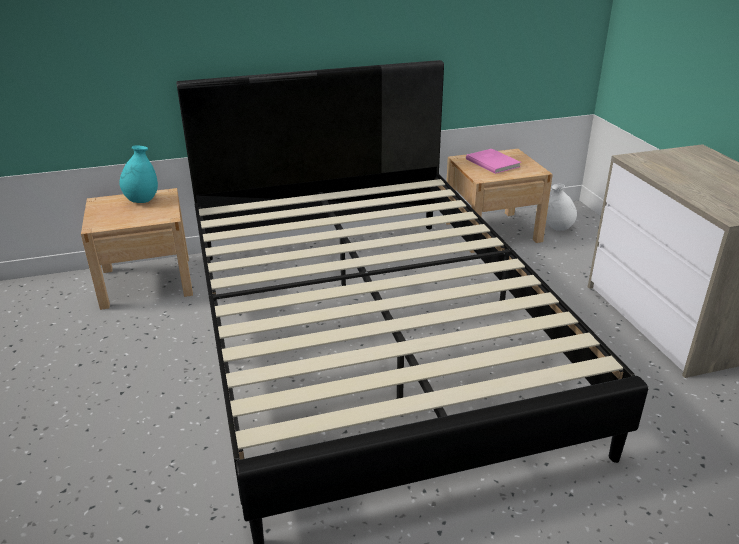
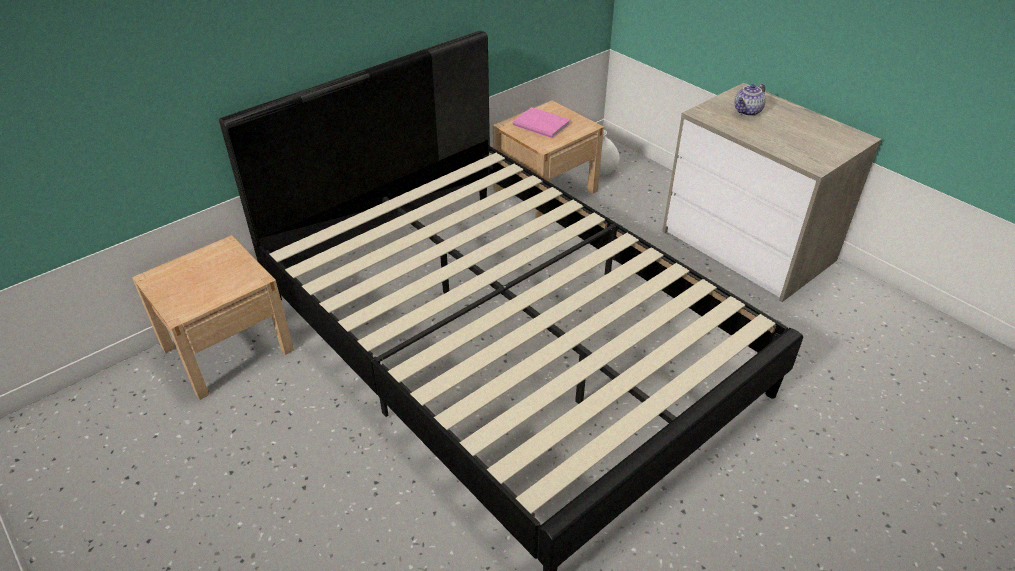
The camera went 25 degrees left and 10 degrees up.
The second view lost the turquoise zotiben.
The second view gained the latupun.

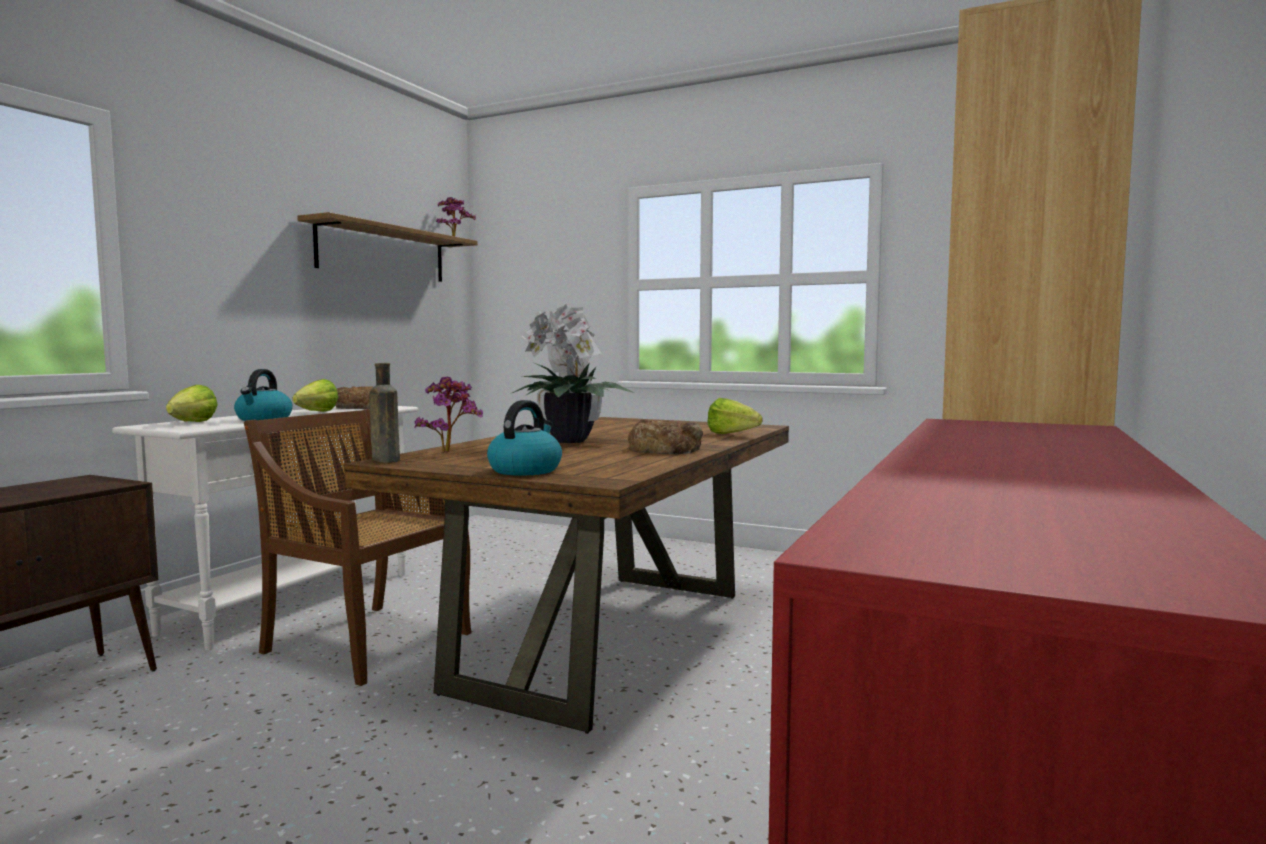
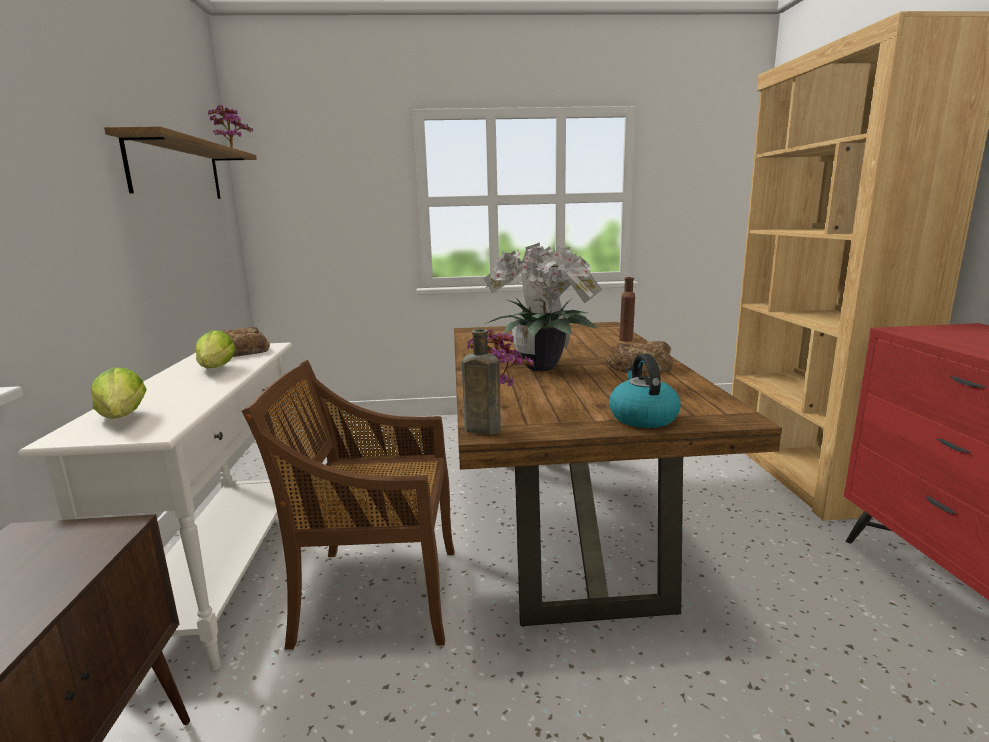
The camera went 30 degrees left and 10 degrees up.
The second view lost the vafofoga (no. 1 from left).
Where the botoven (no. 3 from left) stood, the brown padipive (no. 2 from left) came to stand.

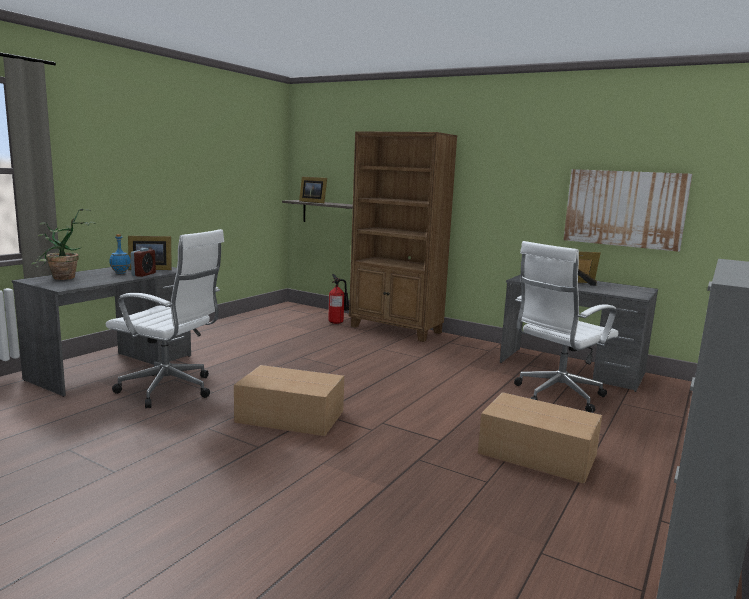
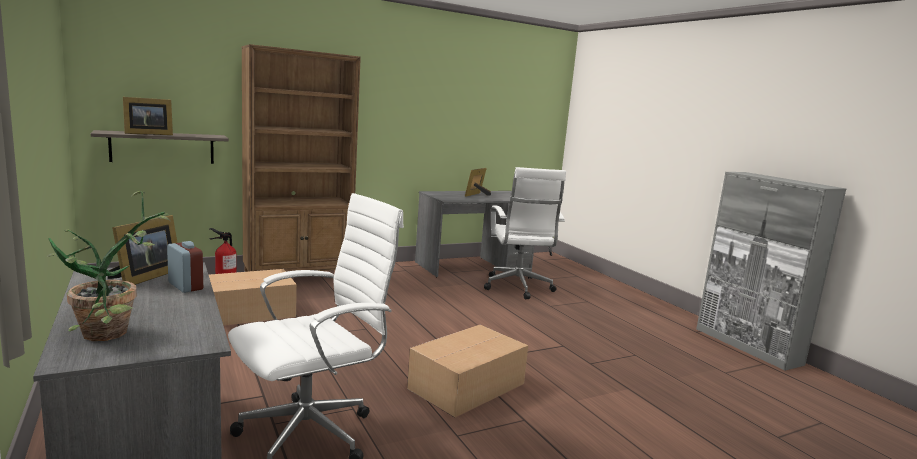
The camera went 60 degrees left and 0 degrees up.
The second view lost the blue padipive.
The second view lost the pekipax.
The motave (no. 2 from left in the first image) ended up elsewhere.

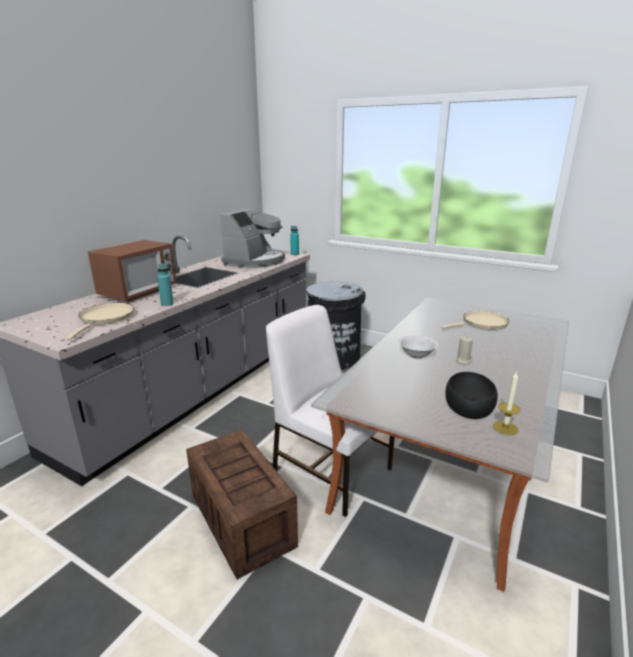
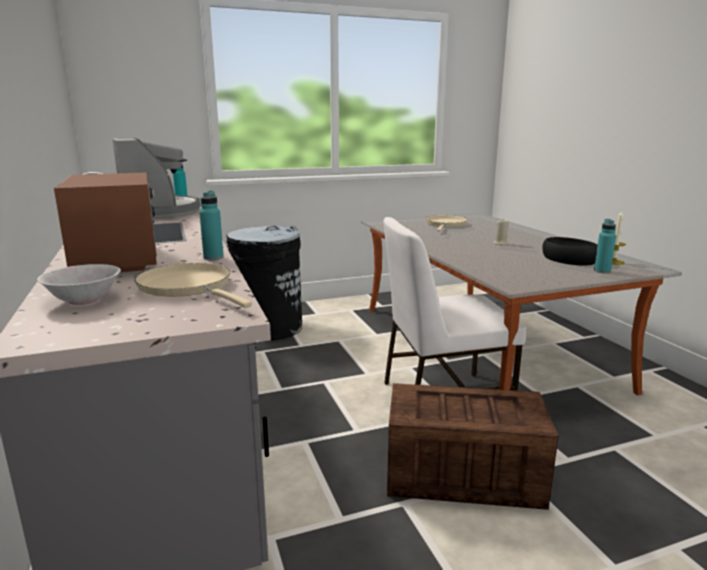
The camera went 50 degrees left and 5 degrees down.
The second view gained the turquoise padipive (no. 3 from left).
The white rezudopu ended up elsewhere.

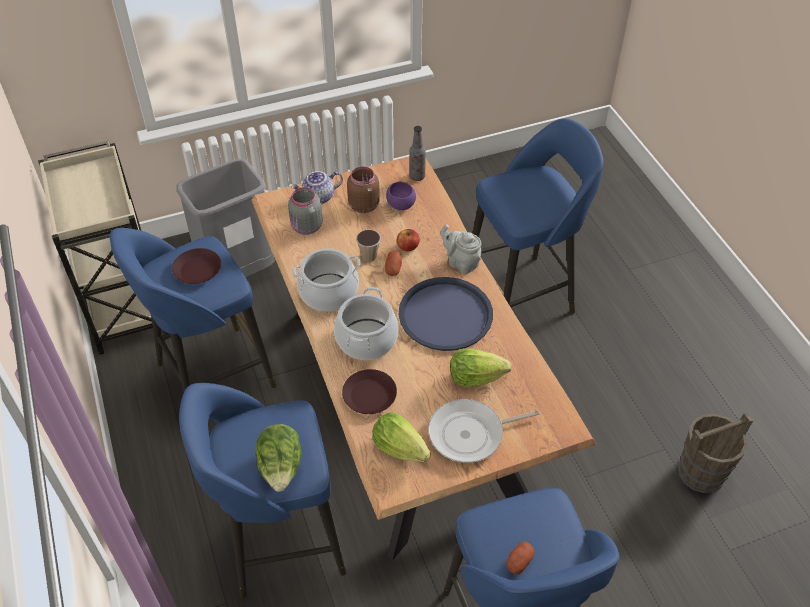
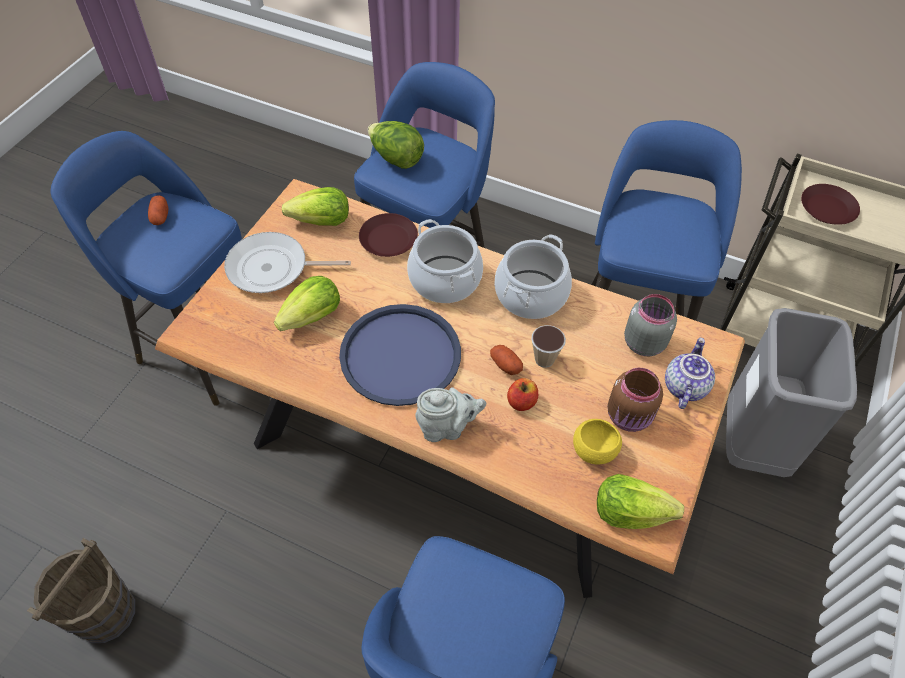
The camera went 135 degrees right and 5 degrees up.
The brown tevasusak (no. 1 from left in the first image) ended up elsewhere.
Where the padipive stood, the botoven (no. 4 from left) came to stand.
What was the purple rezudopu turned into the yellow rezudopu.
The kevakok ended up facing another way, 120 degrees counterclockwise from before.

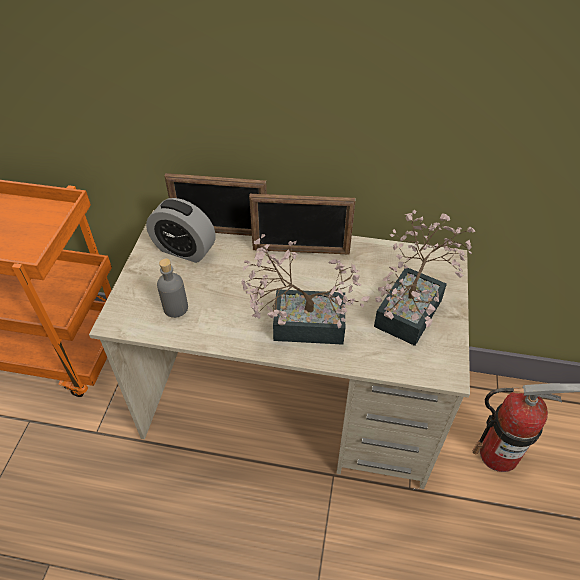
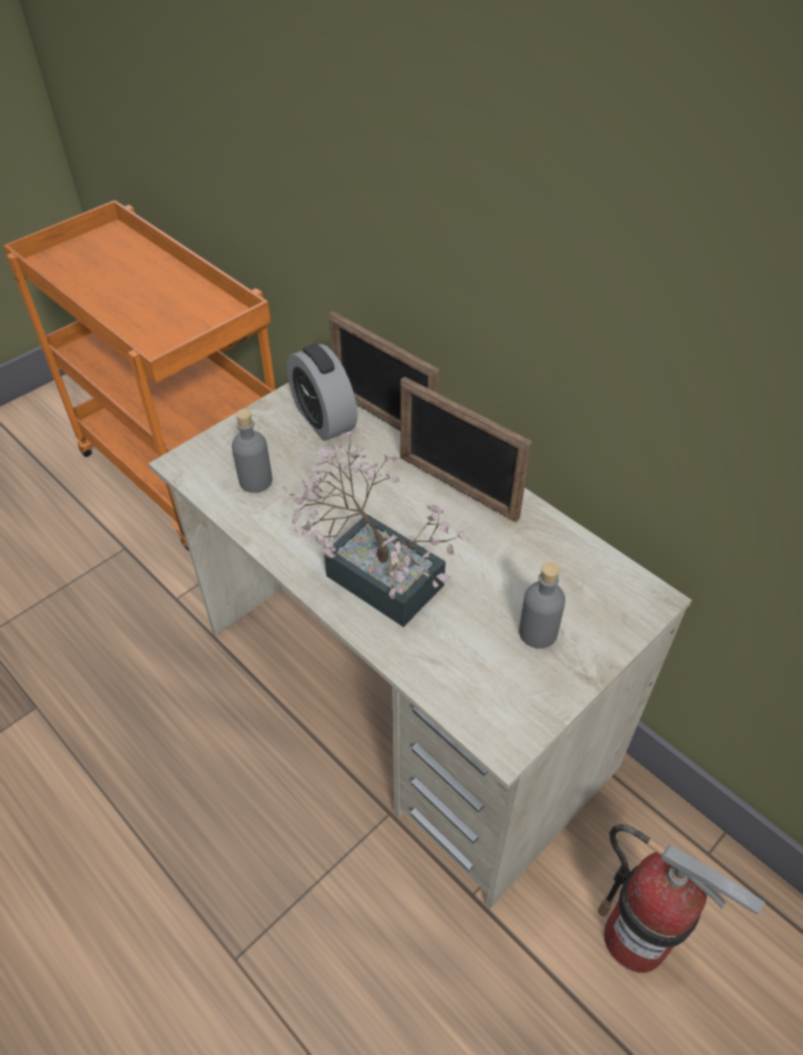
The camera went 35 degrees right and 0 degrees up.
Where the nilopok (no. 2 from left) stood, the grey padipive (no. 2 from left) came to stand.

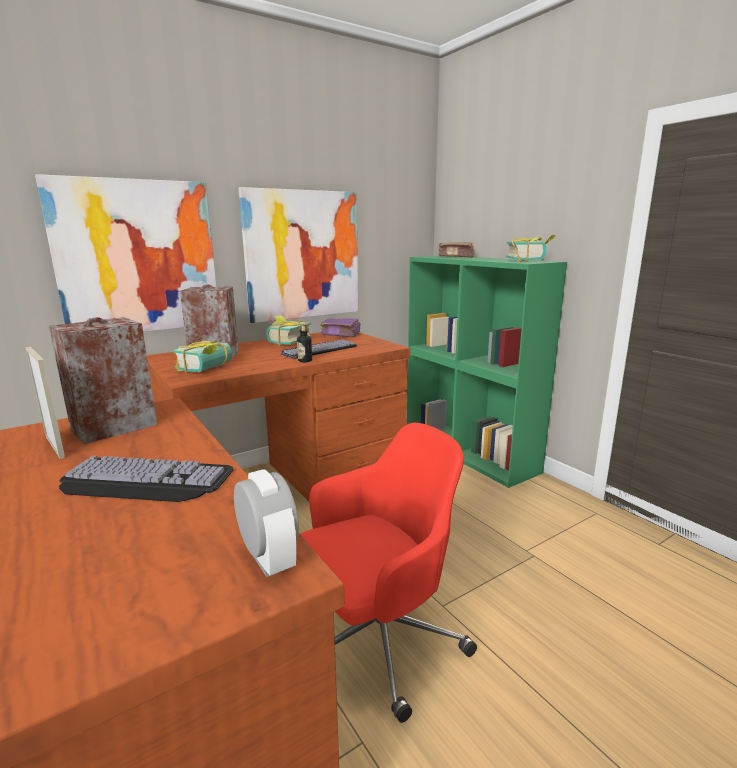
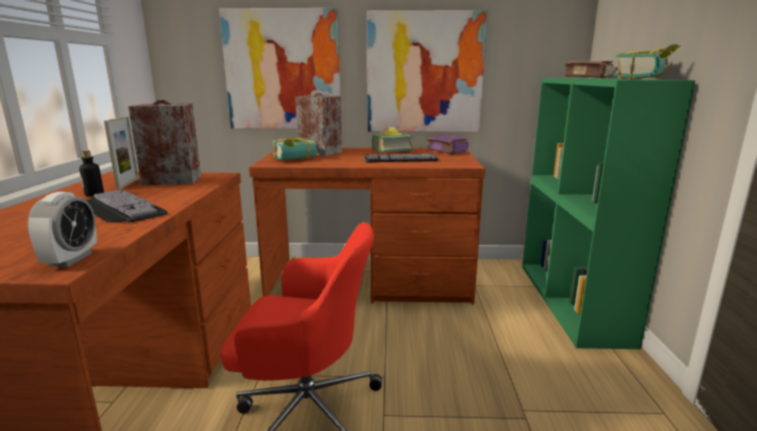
The camera went 35 degrees right and 0 degrees up.
The padipive ended up elsewhere.

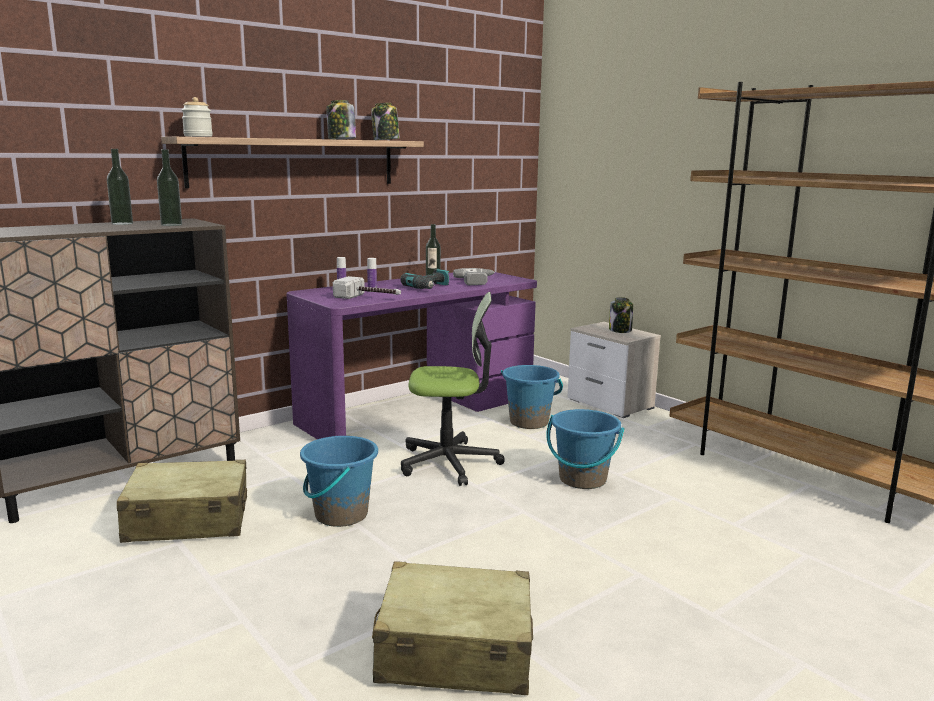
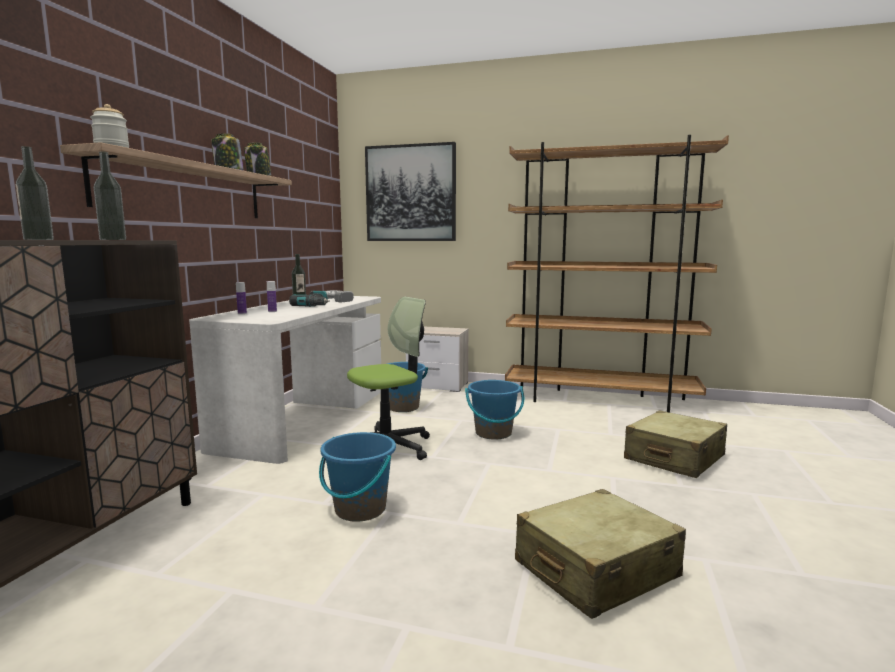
The camera went 35 degrees left and 5 degrees down.
The second view lost the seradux.
The second view lost the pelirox (no. 4 from left).
The second view gained the pekipax.
The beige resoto (no. 1 from left in the first image) ended up elsewhere.
What was the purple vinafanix turned into the white vinafanix.

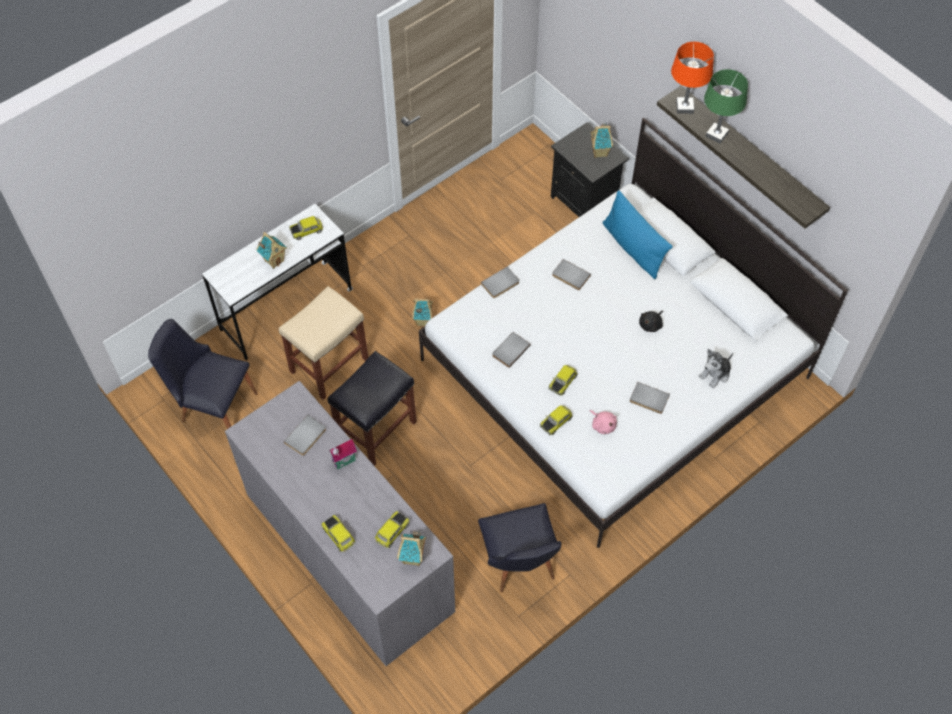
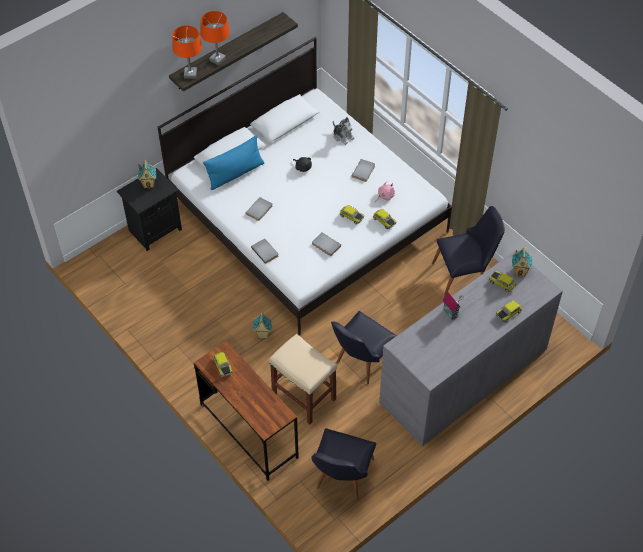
The camera went 90 degrees left and 5 degrees down.
The second view lost the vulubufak (no. 1 from left).
The second view lost the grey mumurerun (no. 1 from left).
Where the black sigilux stood, the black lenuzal (no. 2 from left) came to stand.
What was the white vinafanix turned into the brown vinafanix.
What was the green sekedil turned into the orange sekedil (no. 2 from left).

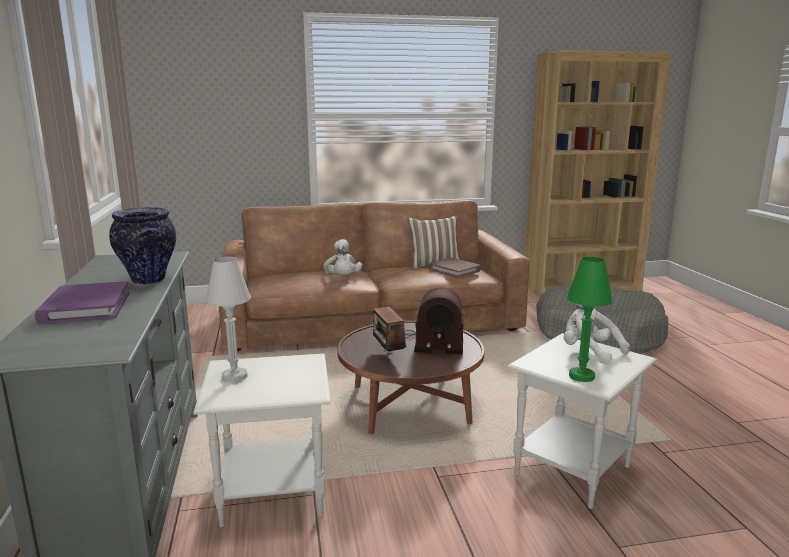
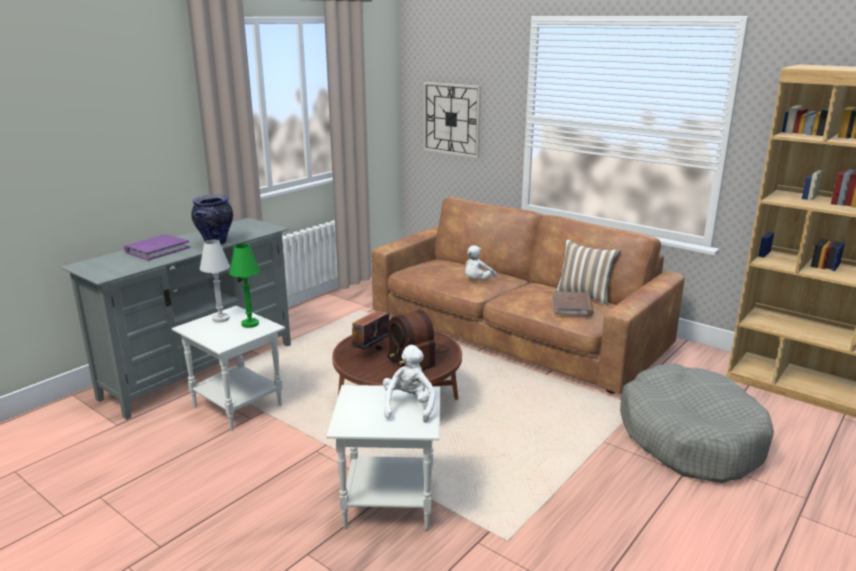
The camera went 50 degrees right and 5 degrees up.
The second view gained the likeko.
The green sekedil ended up elsewhere.

